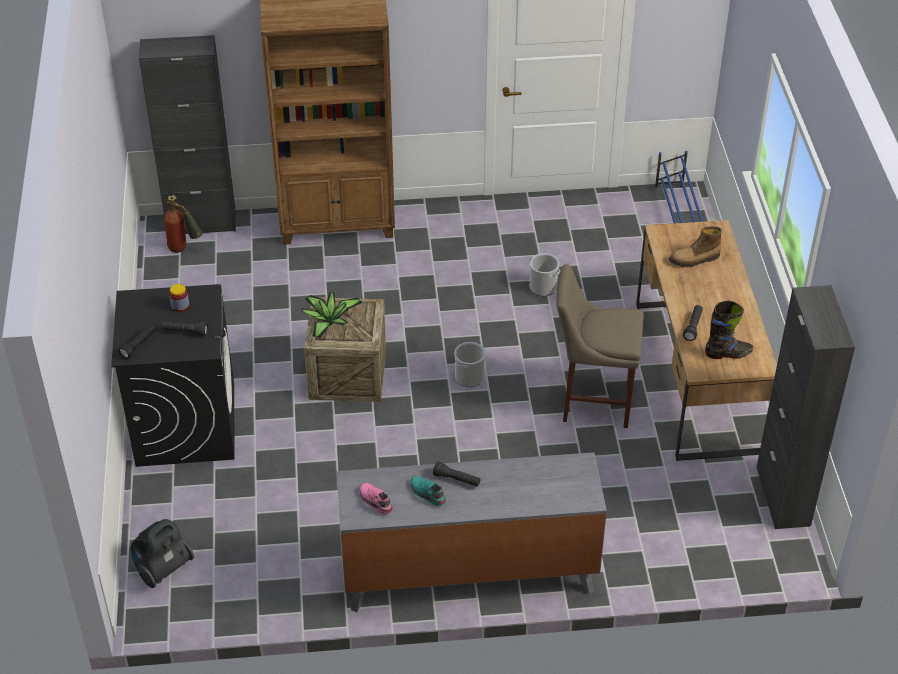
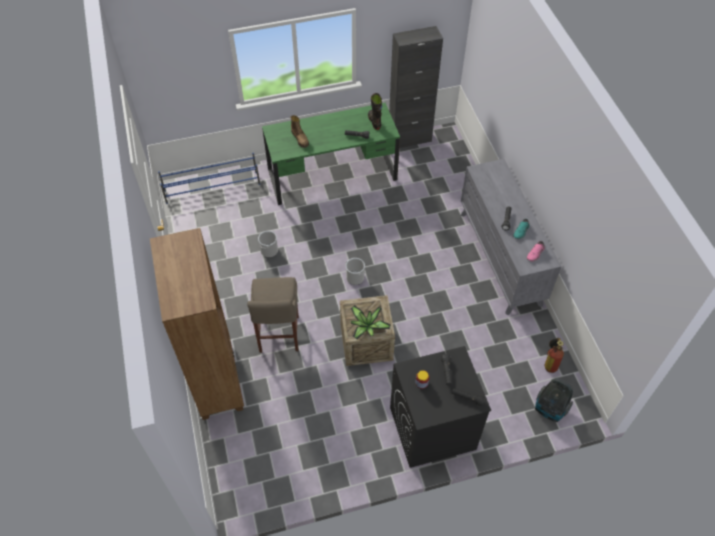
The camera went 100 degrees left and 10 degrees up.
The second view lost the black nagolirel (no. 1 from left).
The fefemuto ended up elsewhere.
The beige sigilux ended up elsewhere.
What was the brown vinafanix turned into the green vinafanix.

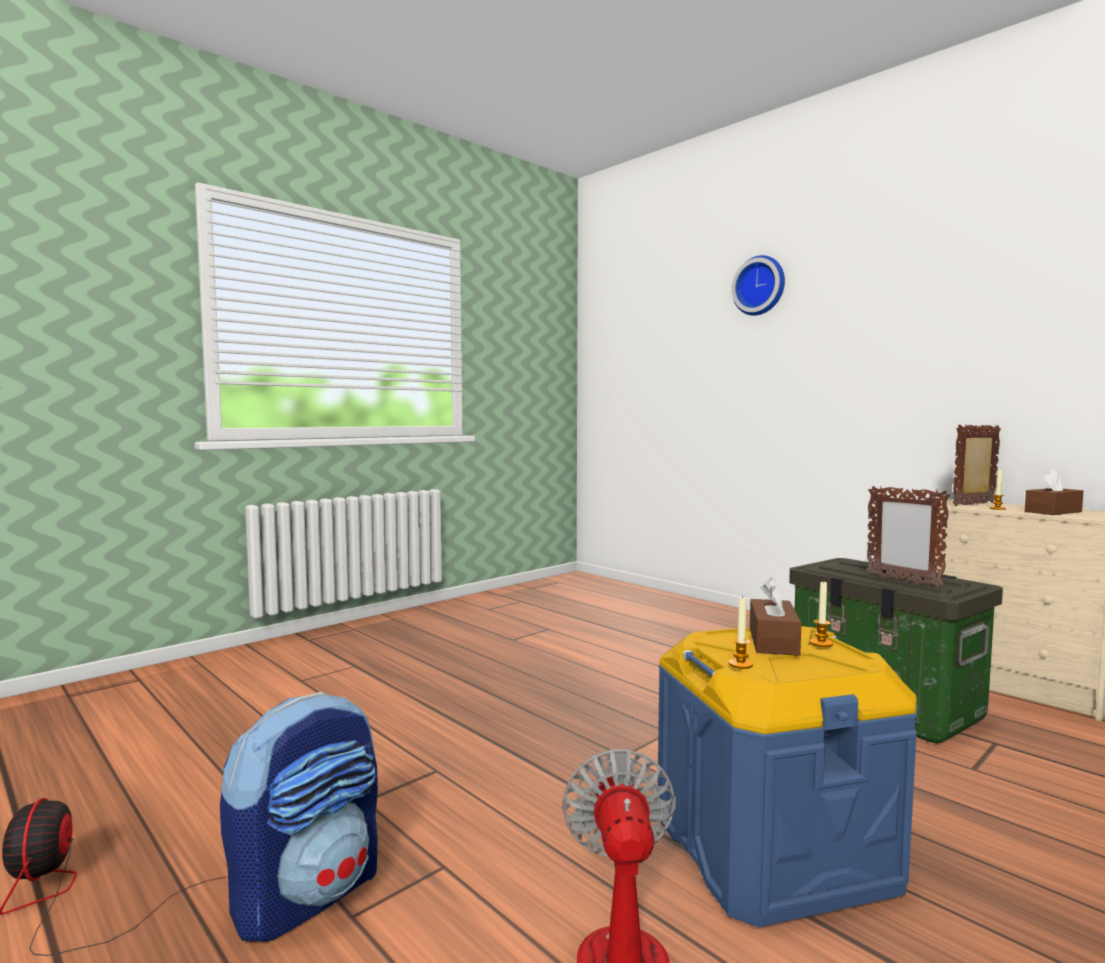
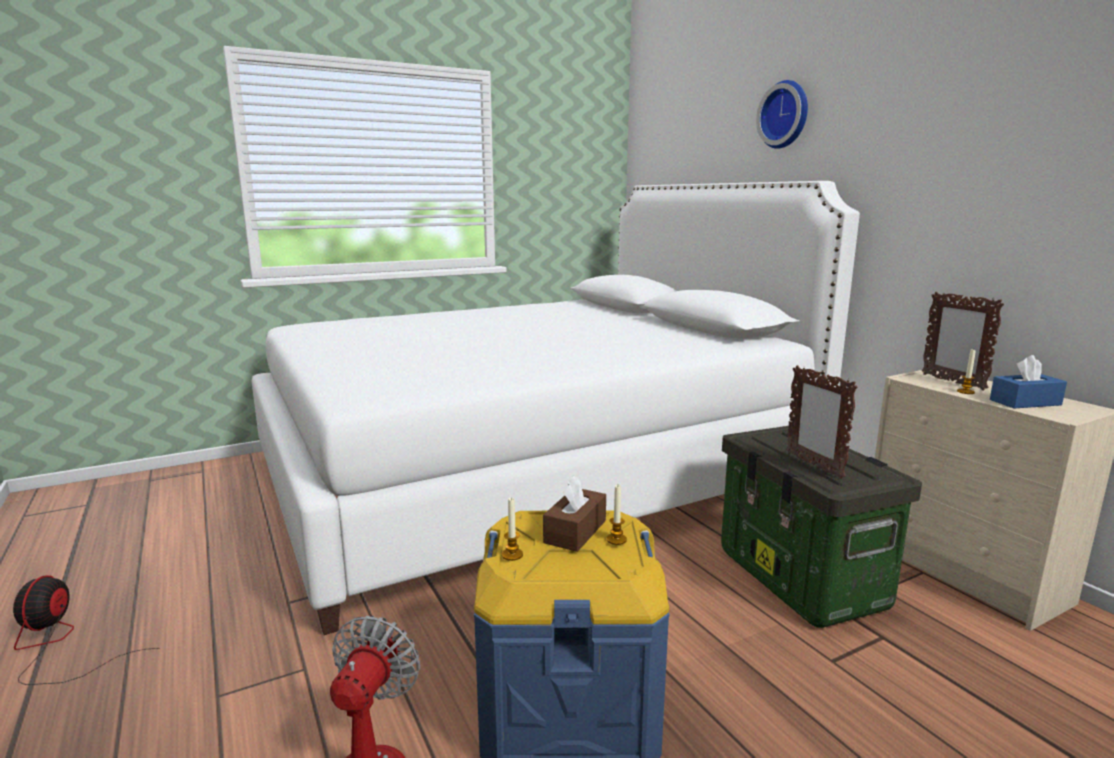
The camera went 15 degrees right and 10 degrees up.
The second view lost the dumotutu.
The second view gained the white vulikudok.
What was the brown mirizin (no. 2 from left) turned into the blue mirizin.
The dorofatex (no. 2 from left) ended up facing another way, 105 degrees counterclockwise from before.

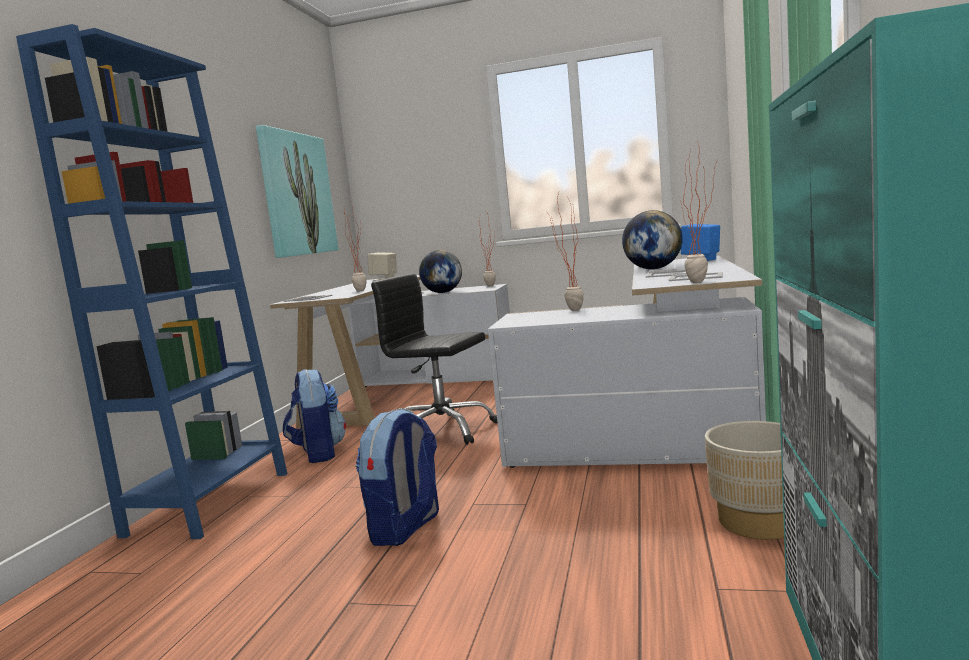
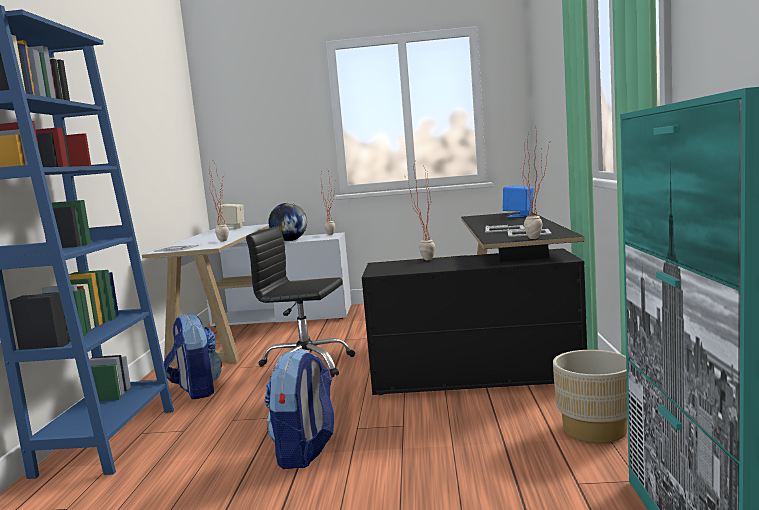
The camera went 10 degrees left and 0 degrees up.
The second view lost the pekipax.
The second view lost the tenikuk (no. 2 from left).
What was the white vinafanix (no. 2 from left) turned into the black vinafanix.

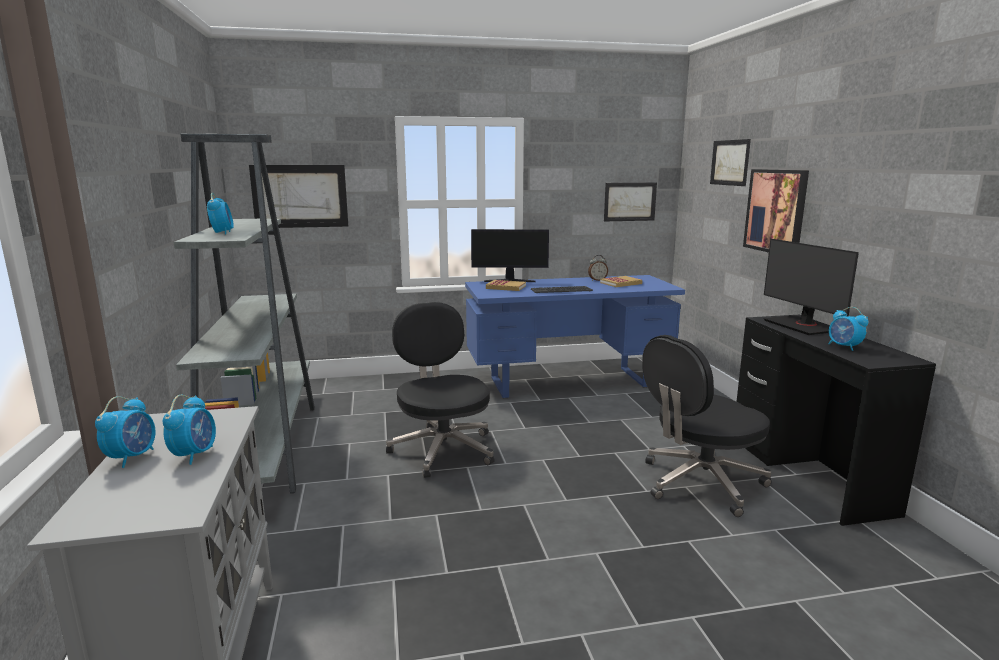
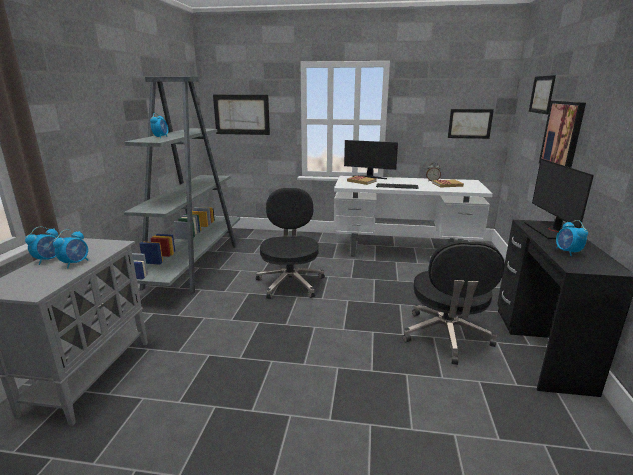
The camera went 20 degrees right and 5 degrees up.
What was the blue vinafanix turned into the white vinafanix.
The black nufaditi (no. 2 from left) ended up facing another way, 75 degrees counterclockwise from before.

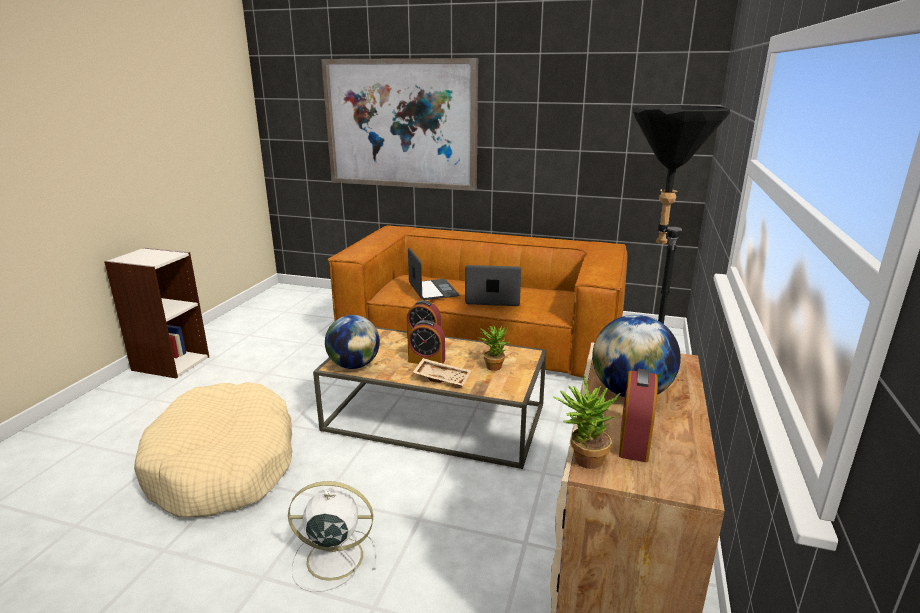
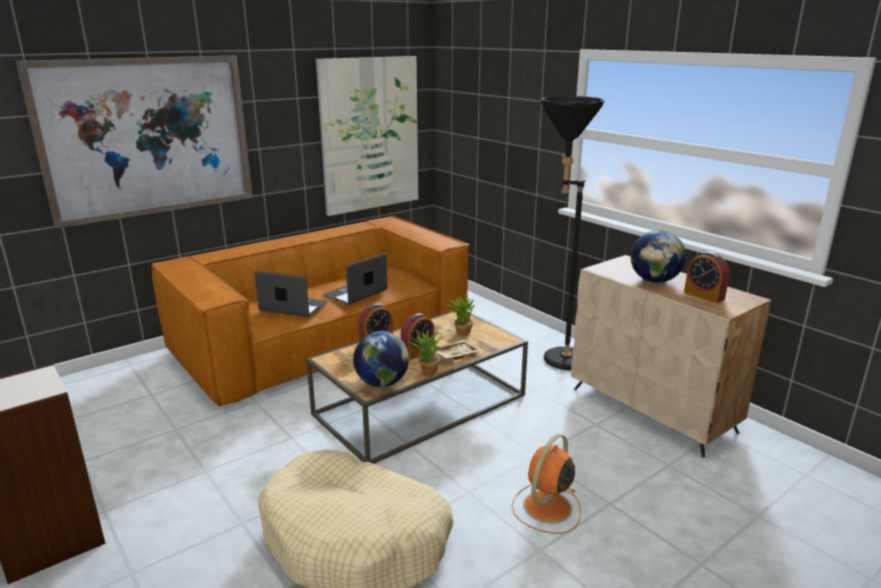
The camera went 55 degrees left and 0 degrees up.
The second view gained the pekipax (no. 2 from left).
The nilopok (no. 2 from left in the first image) ended up elsewhere.
What was the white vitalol turned into the orange vitalol.

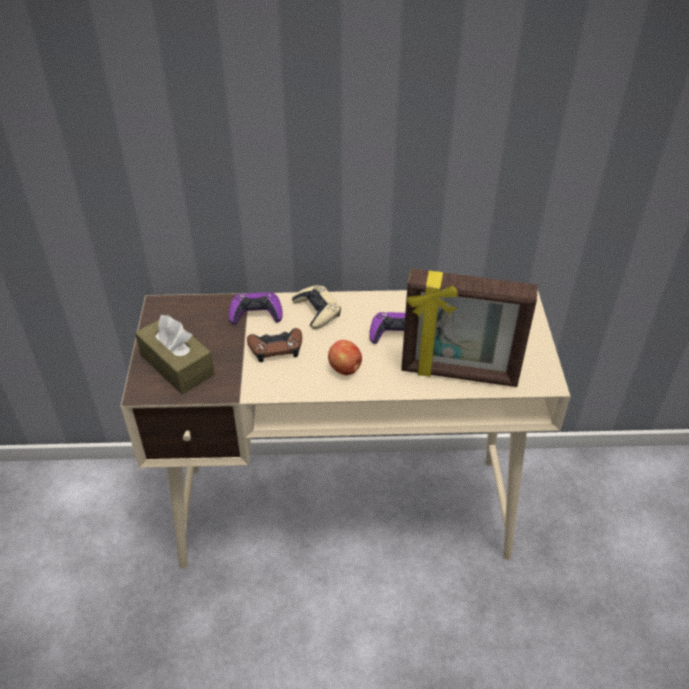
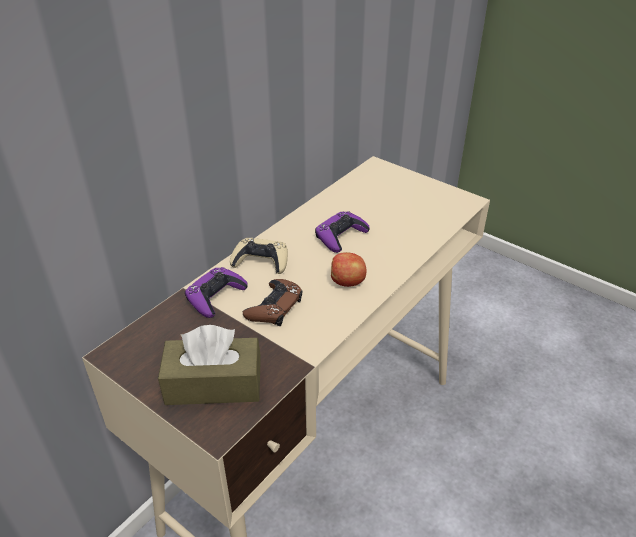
The camera went 50 degrees left and 5 degrees down.
The second view lost the dorofatex.

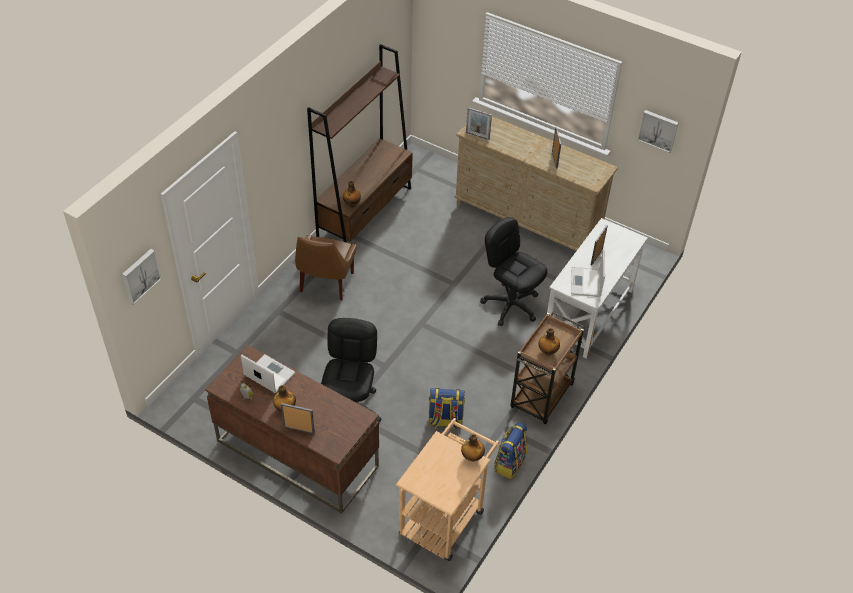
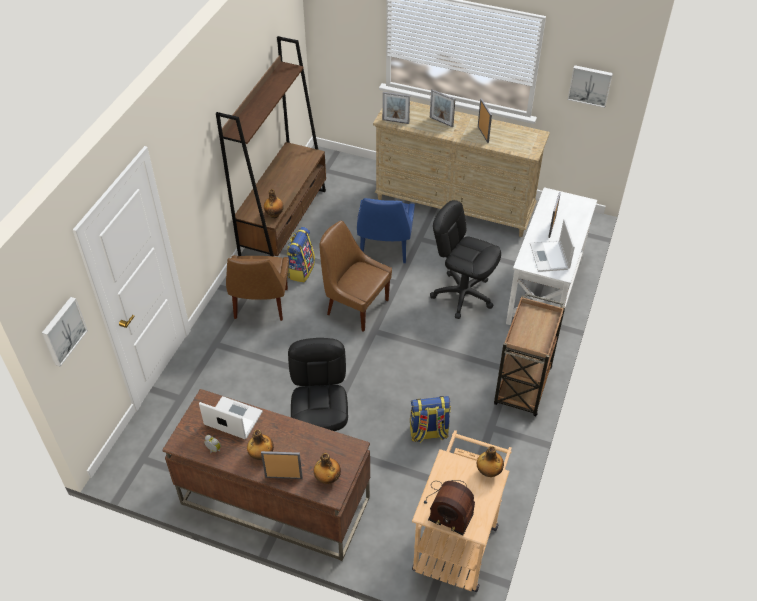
The camera went 10 degrees left and 0 degrees up.
The second view gained the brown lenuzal (no. 2 from left).
The second view gained the blue lenuzal.
The second view gained the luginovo.
The second view gained the dorofatex (no. 3 from left).
The dumotutu (no. 2 from left in the first image) ended up elsewhere.
The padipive (no. 4 from left in the first image) ended up elsewhere.

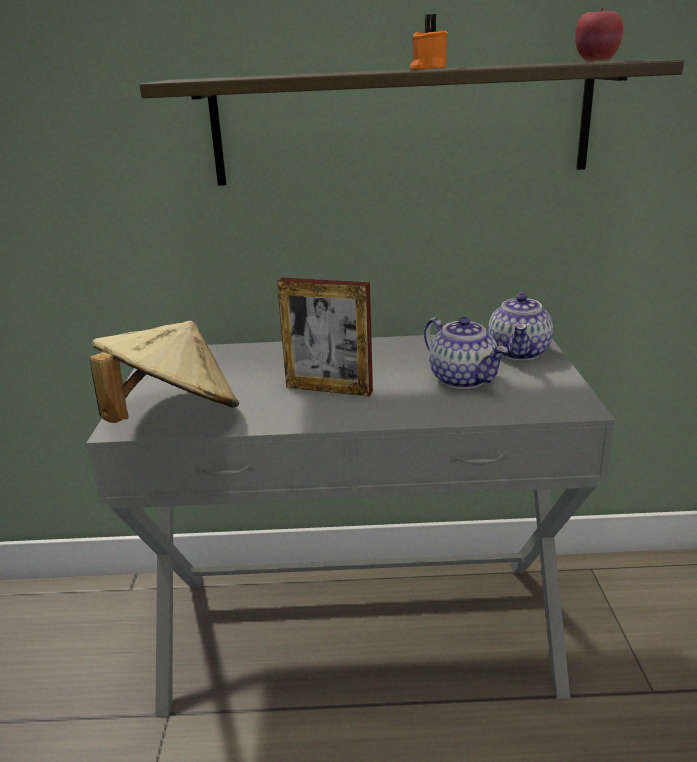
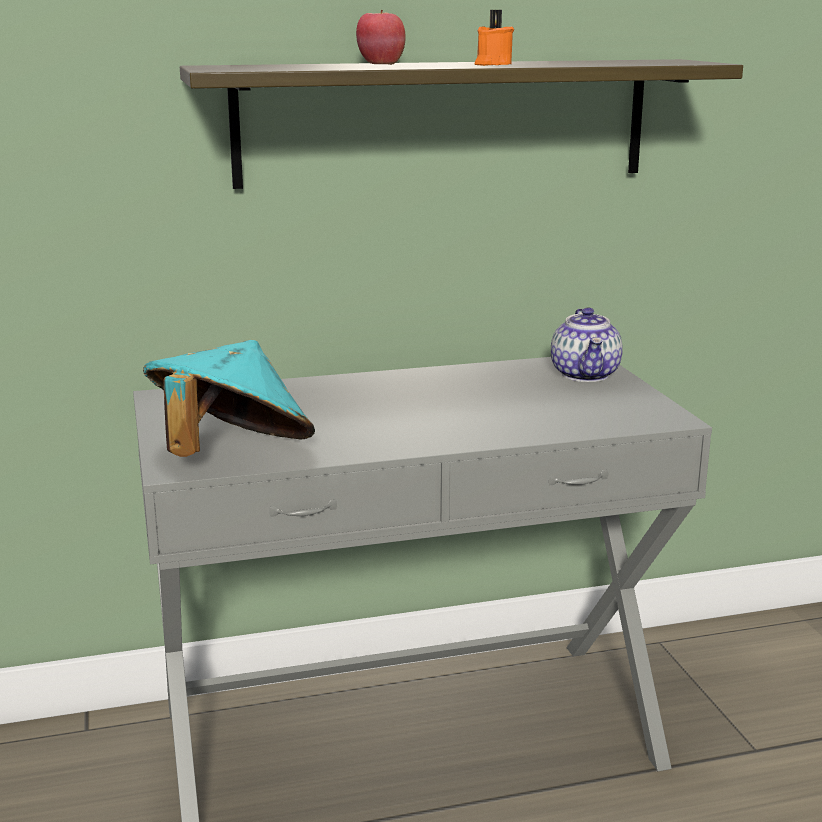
The camera went 15 degrees left and 5 degrees down.
The second view lost the dorofatex.
The second view lost the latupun (no. 1 from left).
The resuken ended up elsewhere.
What was the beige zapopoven turned into the turquoise zapopoven.

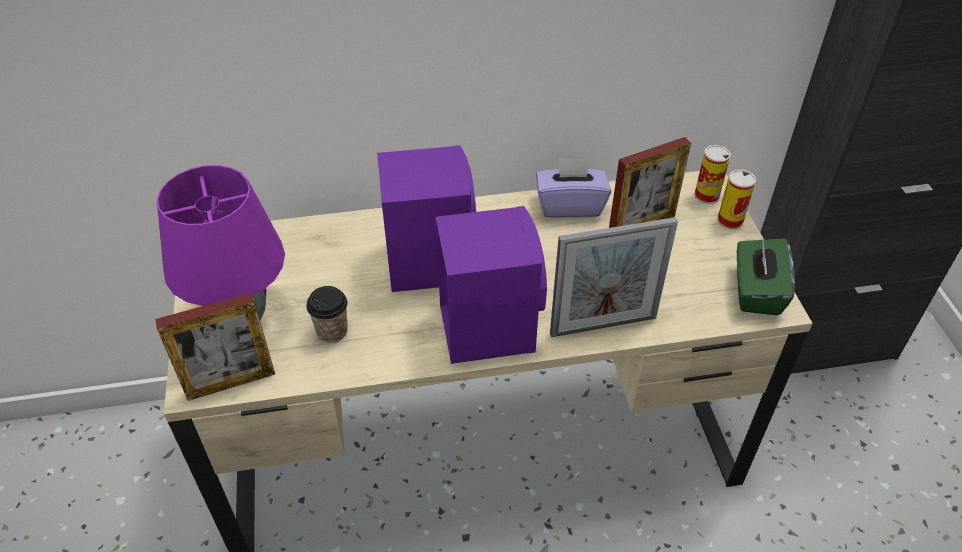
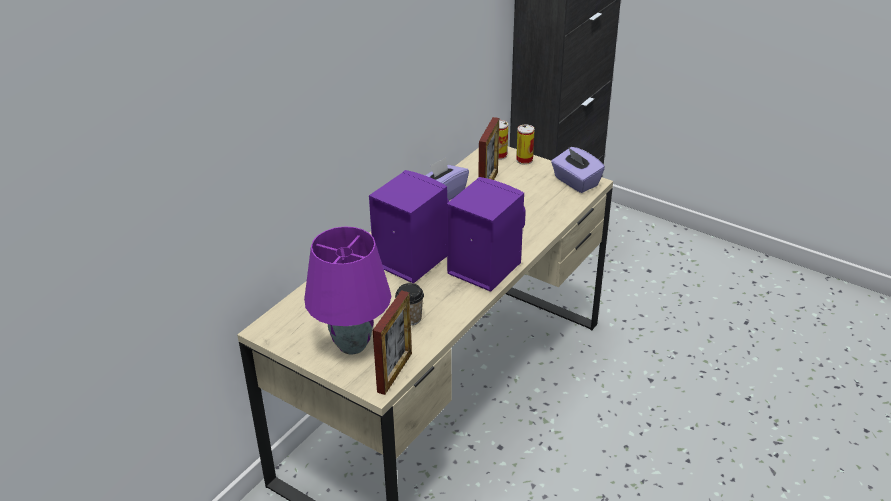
The camera went 45 degrees left and 10 degrees down.
The second view lost the dorofatex (no. 2 from left).
What was the green mirizin turned into the purple mirizin (no. 2 from left).

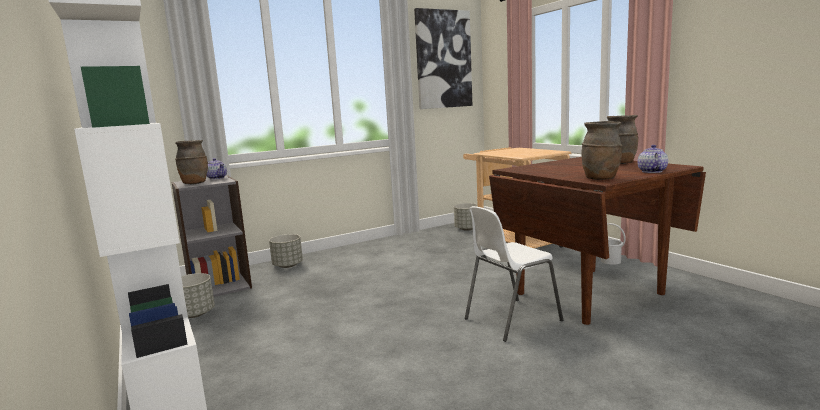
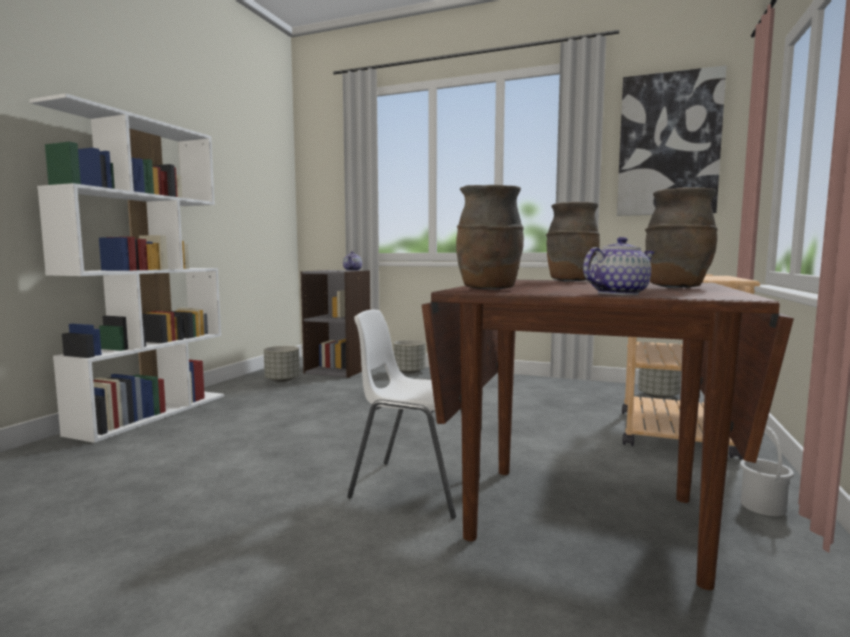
The camera went 50 degrees right and 5 degrees down.
The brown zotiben (no. 1 from left in the first image) ended up elsewhere.

